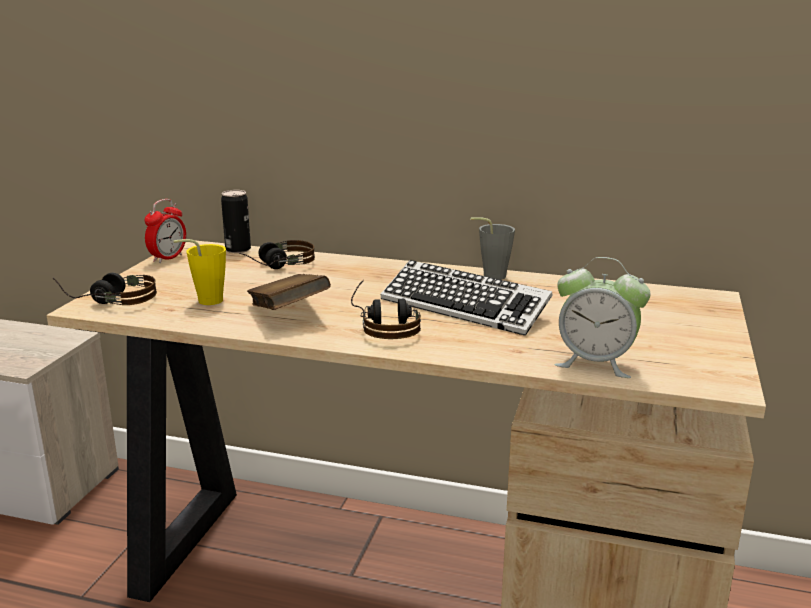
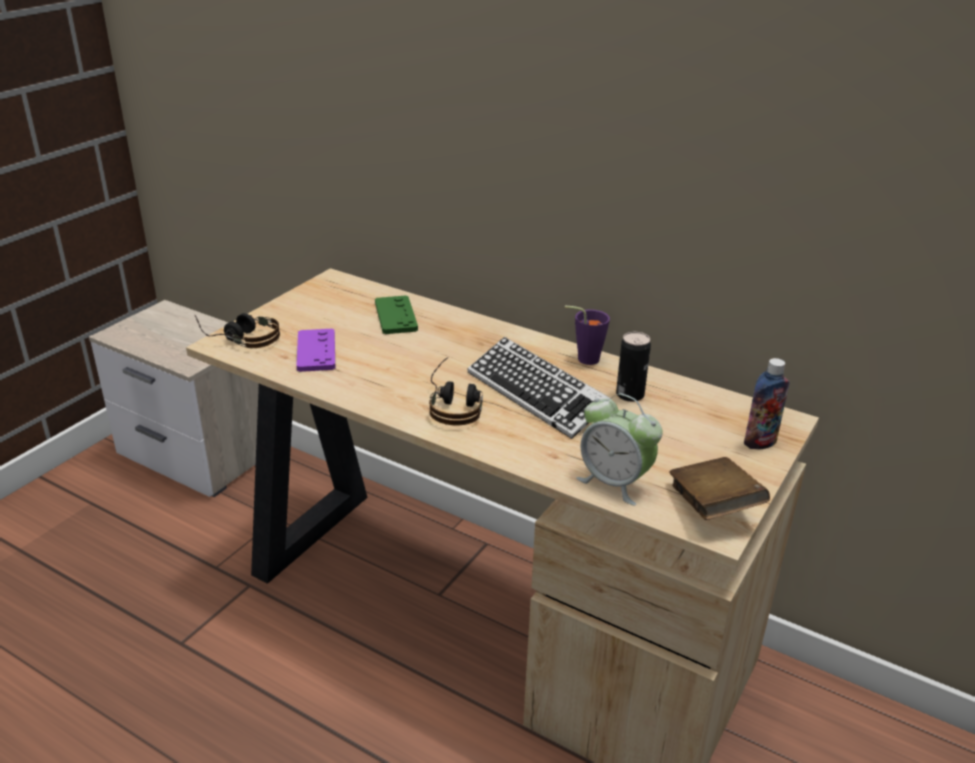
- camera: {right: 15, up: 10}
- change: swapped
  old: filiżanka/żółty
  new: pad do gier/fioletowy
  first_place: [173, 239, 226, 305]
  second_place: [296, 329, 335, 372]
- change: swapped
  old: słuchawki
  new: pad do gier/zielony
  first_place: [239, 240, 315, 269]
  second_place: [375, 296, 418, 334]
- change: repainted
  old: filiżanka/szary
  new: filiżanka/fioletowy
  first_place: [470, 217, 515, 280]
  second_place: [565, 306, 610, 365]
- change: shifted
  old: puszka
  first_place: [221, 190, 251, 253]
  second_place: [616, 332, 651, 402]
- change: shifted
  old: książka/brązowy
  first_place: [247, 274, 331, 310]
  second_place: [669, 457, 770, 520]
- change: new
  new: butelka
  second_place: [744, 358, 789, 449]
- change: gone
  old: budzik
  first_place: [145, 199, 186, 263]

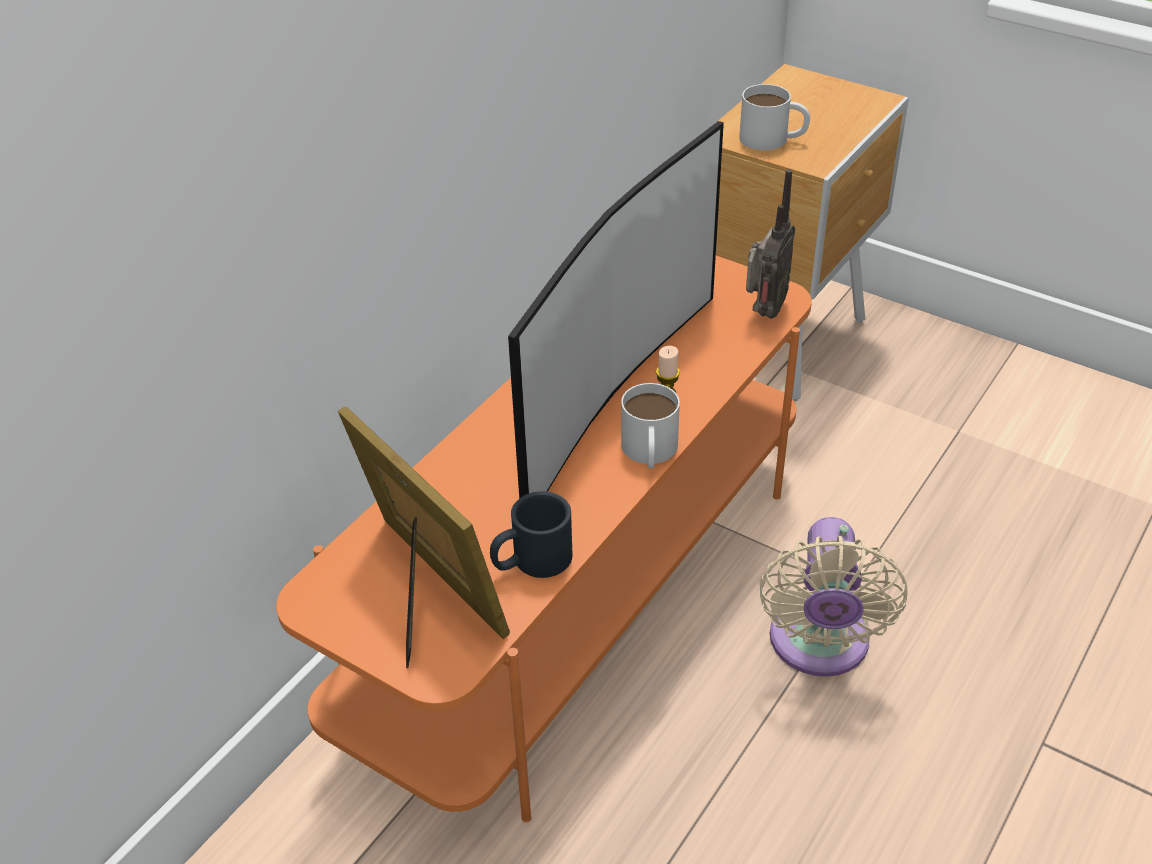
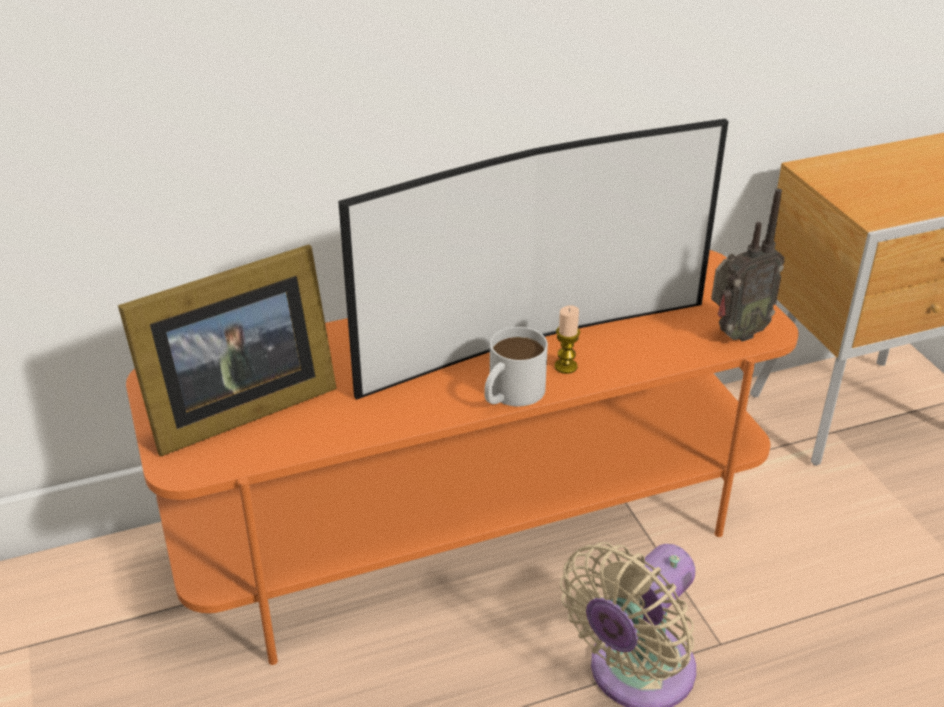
- camera: {right: 35, up: -5}
- change: rotated
  old: ramka na zdjęcie
  first_place: [338, 407, 510, 668]
  second_place: [118, 244, 337, 457]
  degrees: 60
- change: gone
  old: kubek/czarny
  first_place: [490, 491, 573, 578]
- change: gone
  old: kubek/biały
  first_place: [739, 84, 810, 150]

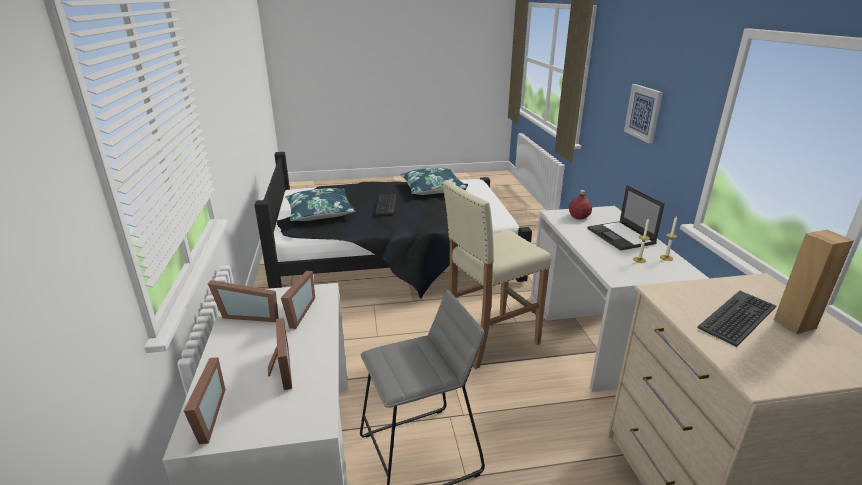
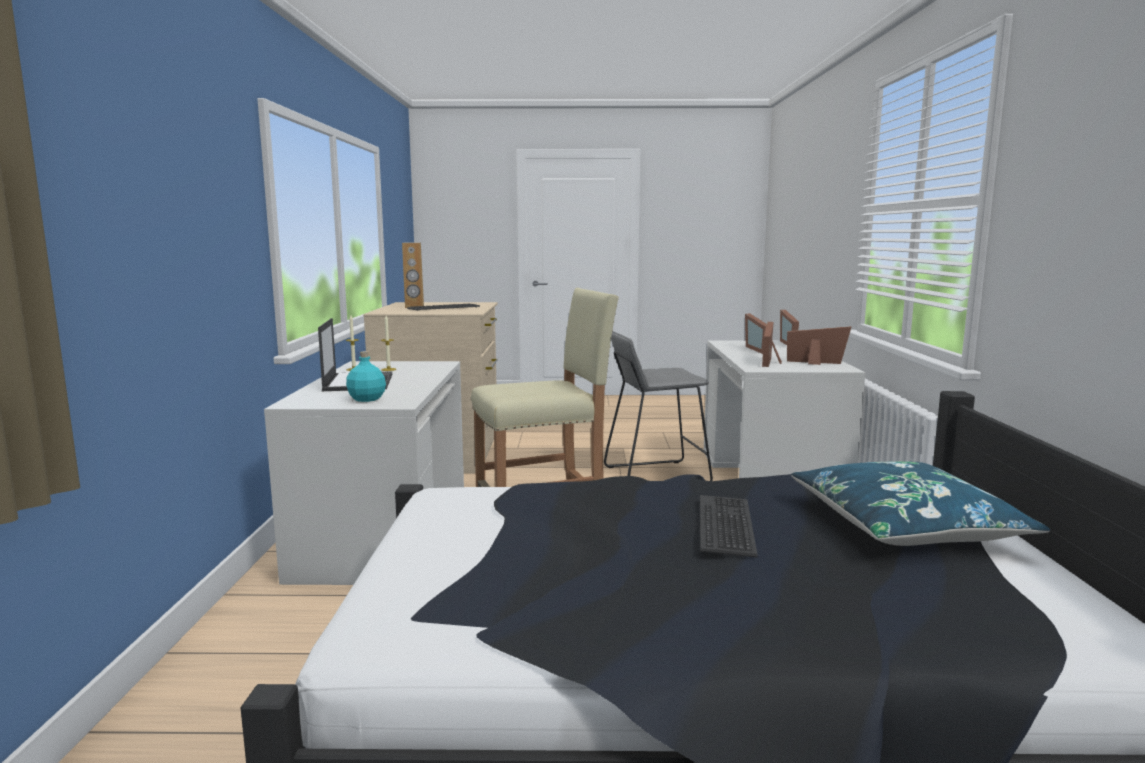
- camera: {right: -170, up: -15}
- change: repainted
  old: butelka/czerwony
  new: butelka/turkusowy
  first_place: [569, 190, 592, 219]
  second_place: [346, 351, 386, 402]
- change: gone
  old: poduszka/niebieski
  first_place: [400, 168, 467, 195]
- change: gone
  old: obraz
  first_place: [624, 84, 663, 144]

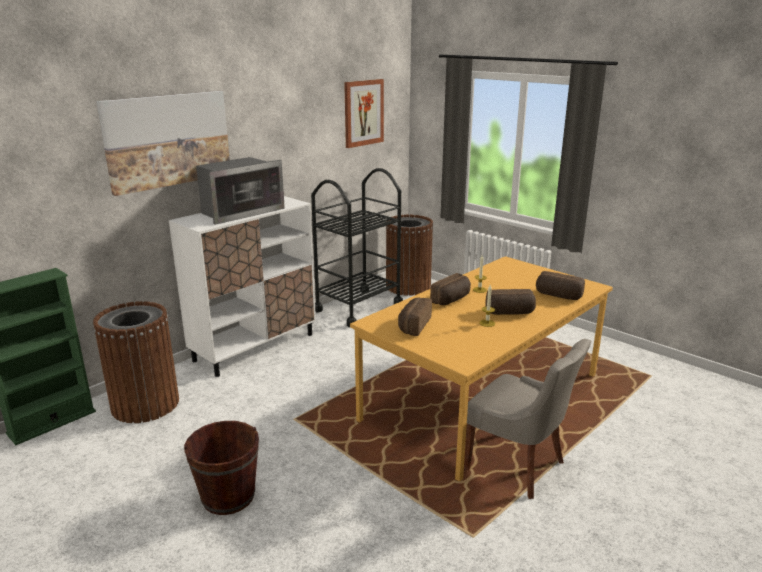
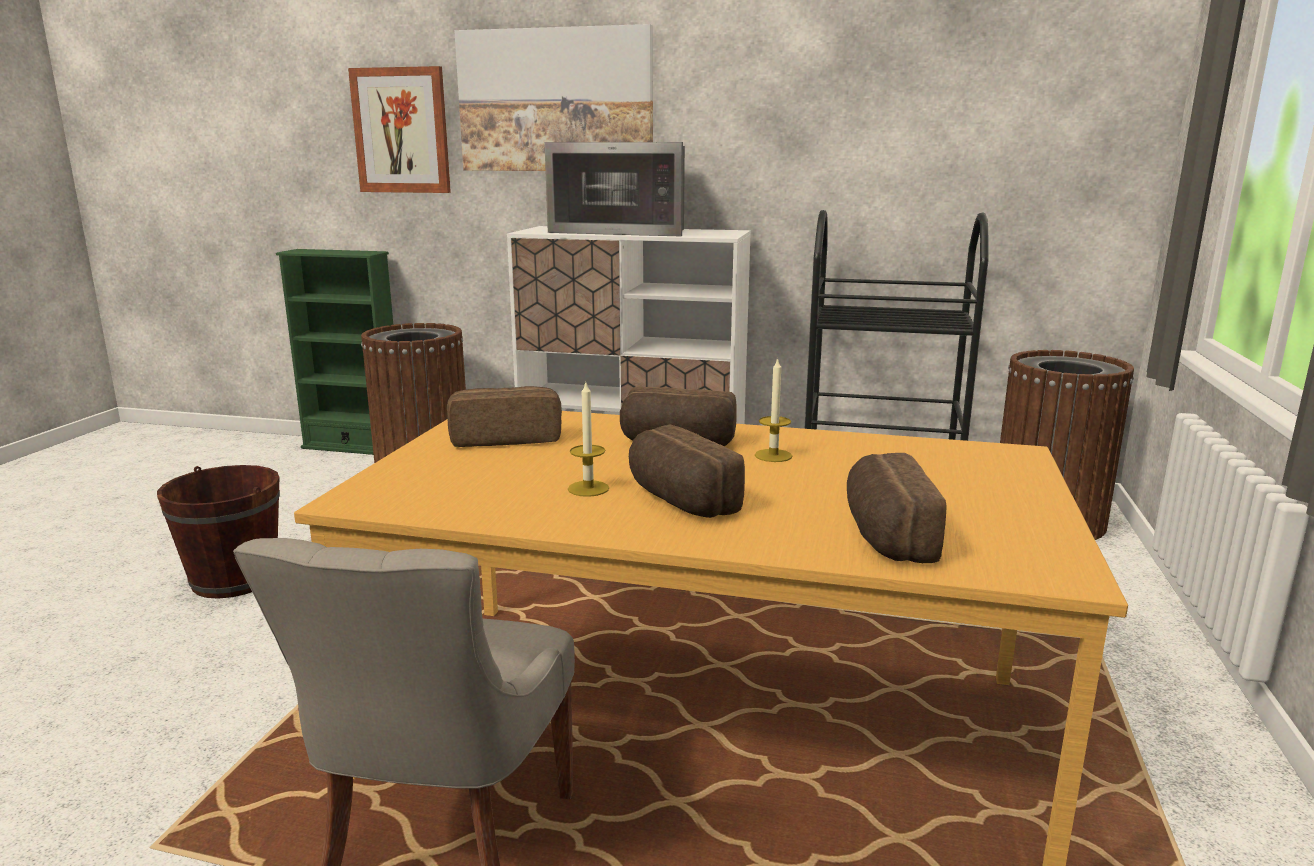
- camera: {right: 60, up: -5}
- change: shifted
  old: obraz
  first_place: [344, 79, 384, 148]
  second_place: [348, 66, 451, 193]

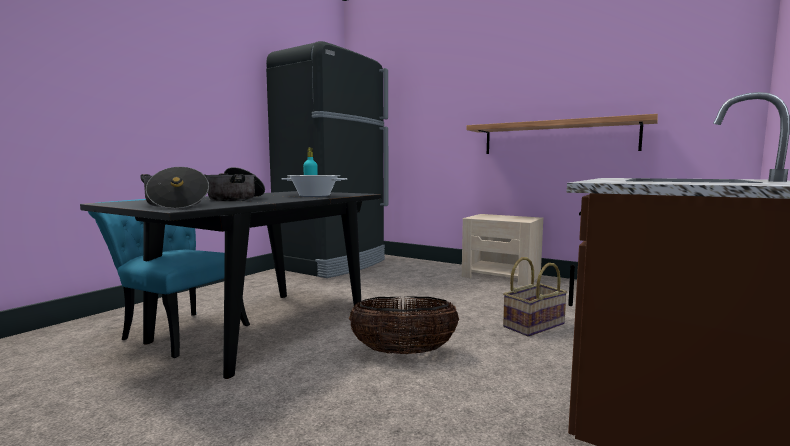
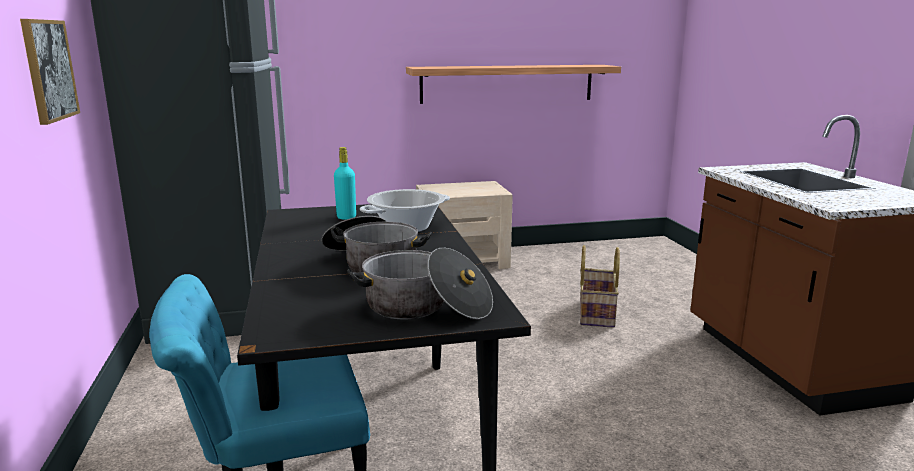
- camera: {right: -45, up: 10}
- change: new
  new: obraz
  second_place: [20, 19, 80, 125]
- change: gone
  old: koszyk
  first_place: [349, 296, 459, 354]

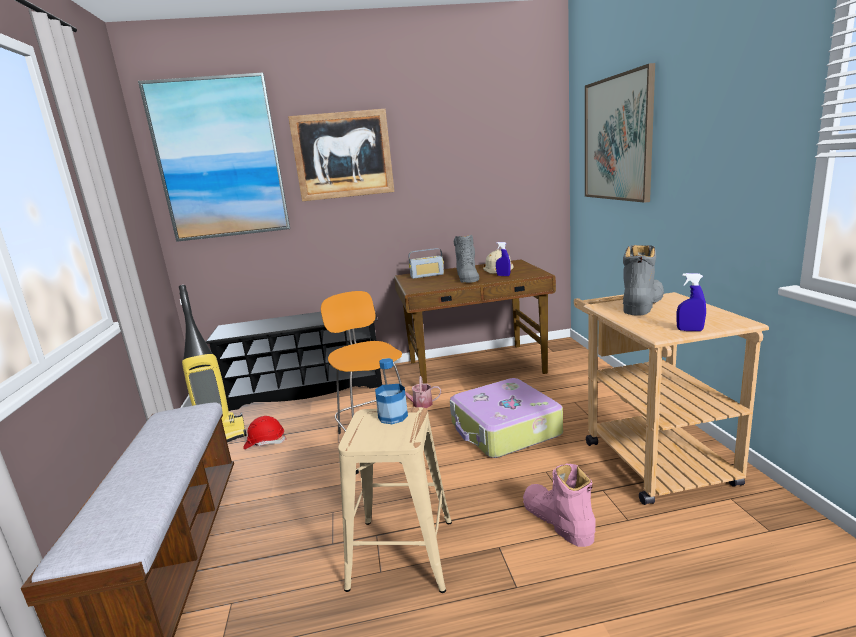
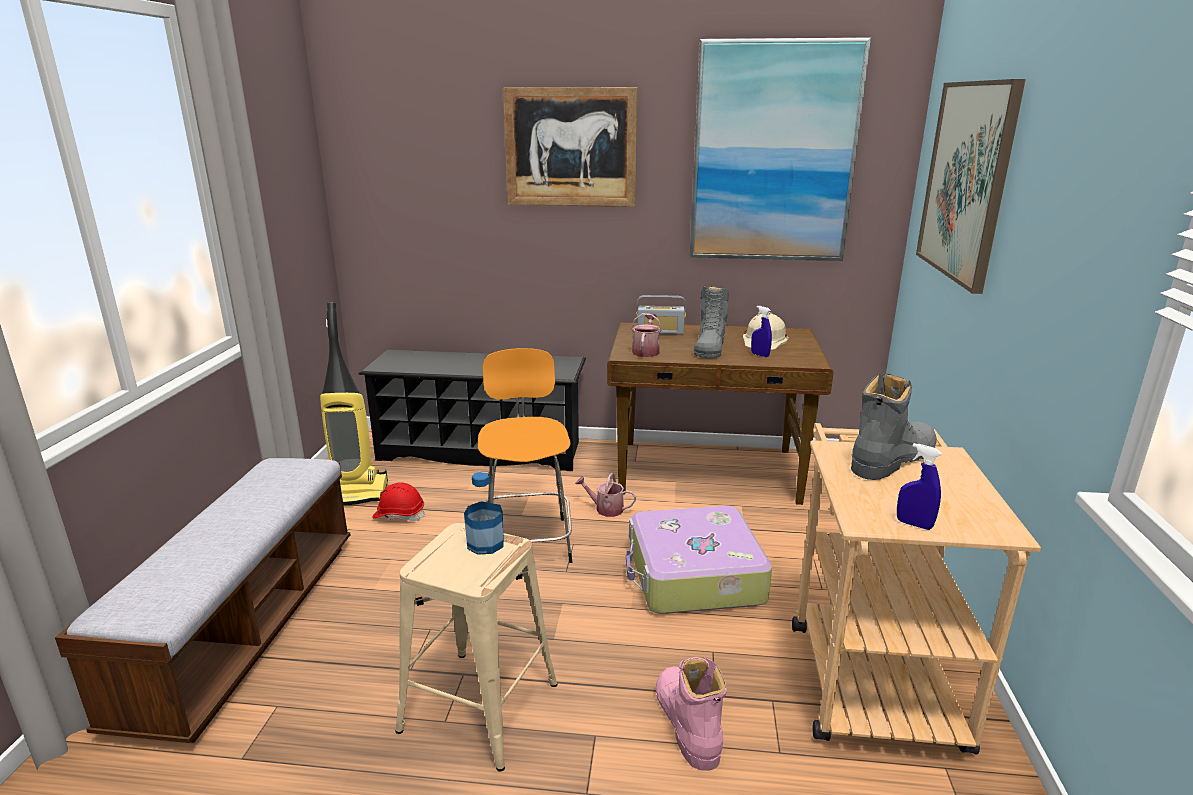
- camera: {right: 15, up: 5}
- change: new
  new: konewka
  second_place: [631, 313, 662, 357]
- change: shifted
  old: obraz
  first_place: [138, 72, 290, 242]
  second_place: [690, 38, 871, 261]

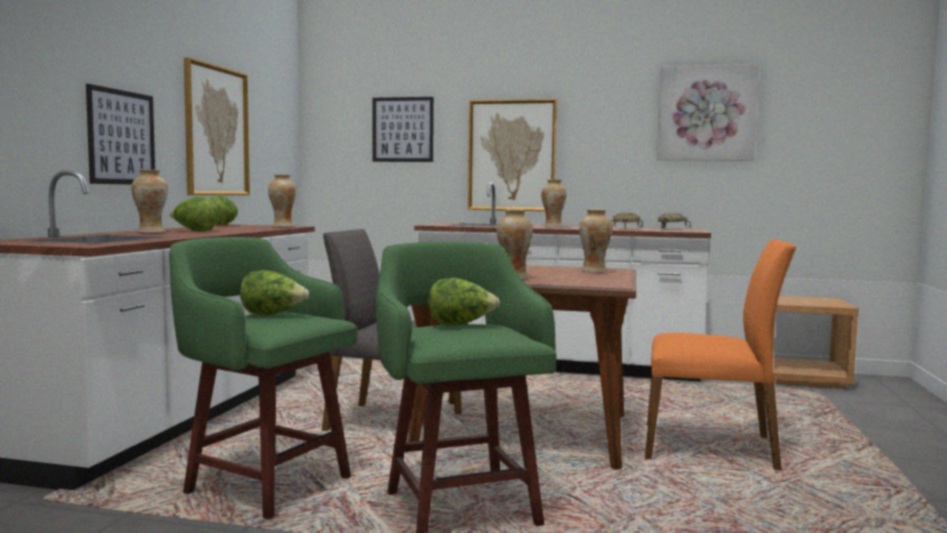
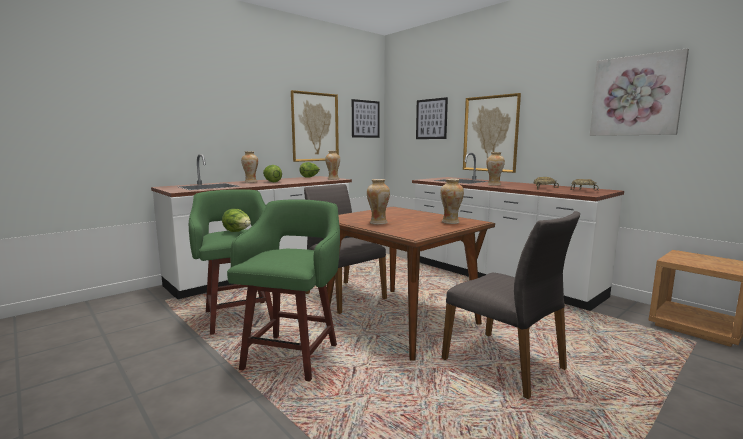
- camera: {right: 35, up: 5}
- change: shifted
  old: obraz
  first_place: [86, 84, 155, 185]
  second_place: [352, 99, 380, 138]
- change: repainted
  old: krzesło/pomarańczowy
  new: krzesło/szary
  first_place: [645, 239, 796, 470]
  second_place: [442, 211, 580, 399]
- change: gone
  old: sałata
  first_place: [428, 278, 500, 326]

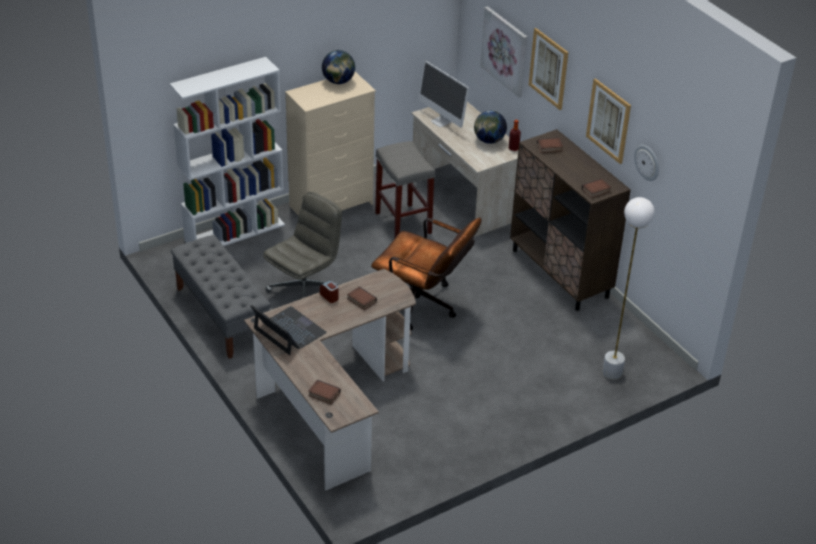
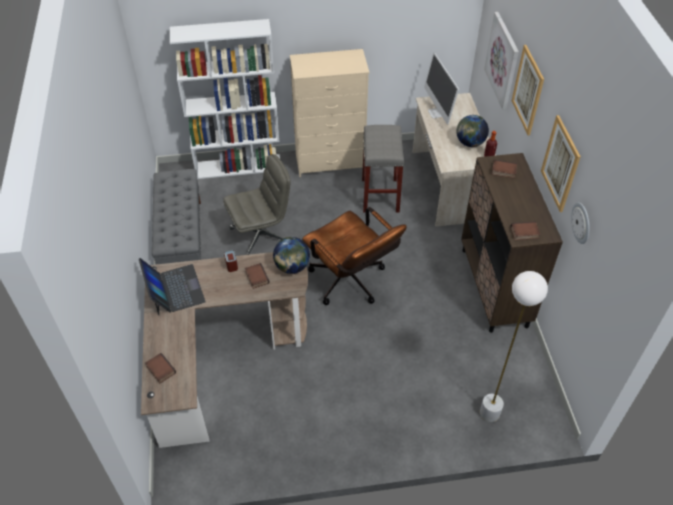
- camera: {right: 25, up: 10}
- change: shifted
  old: globus
  first_place: [322, 50, 355, 84]
  second_place: [273, 237, 310, 274]

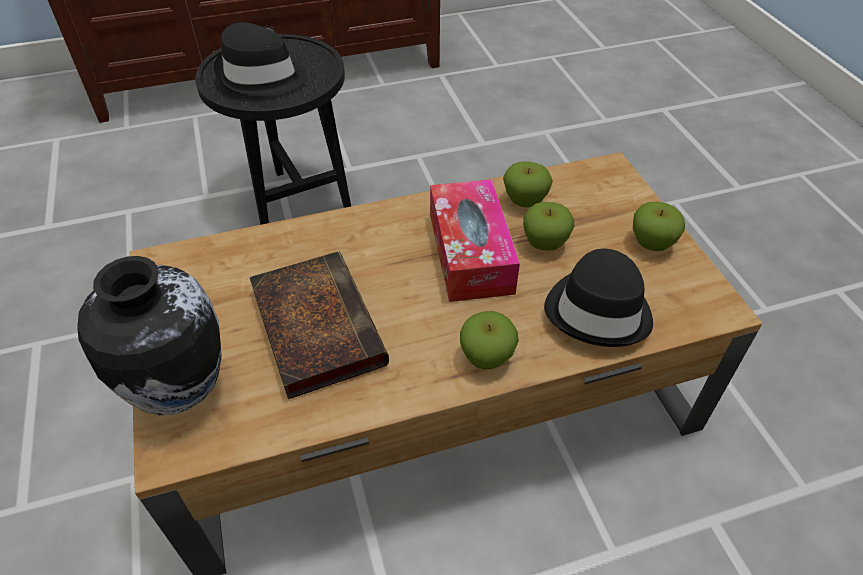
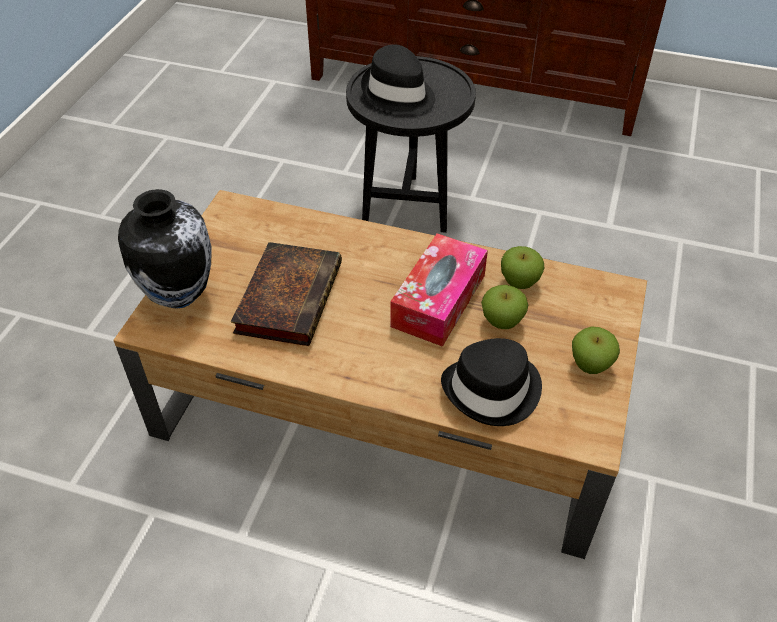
- camera: {right: 35, up: 0}
- change: gone
  old: jabłko
  first_place: [460, 311, 519, 369]

